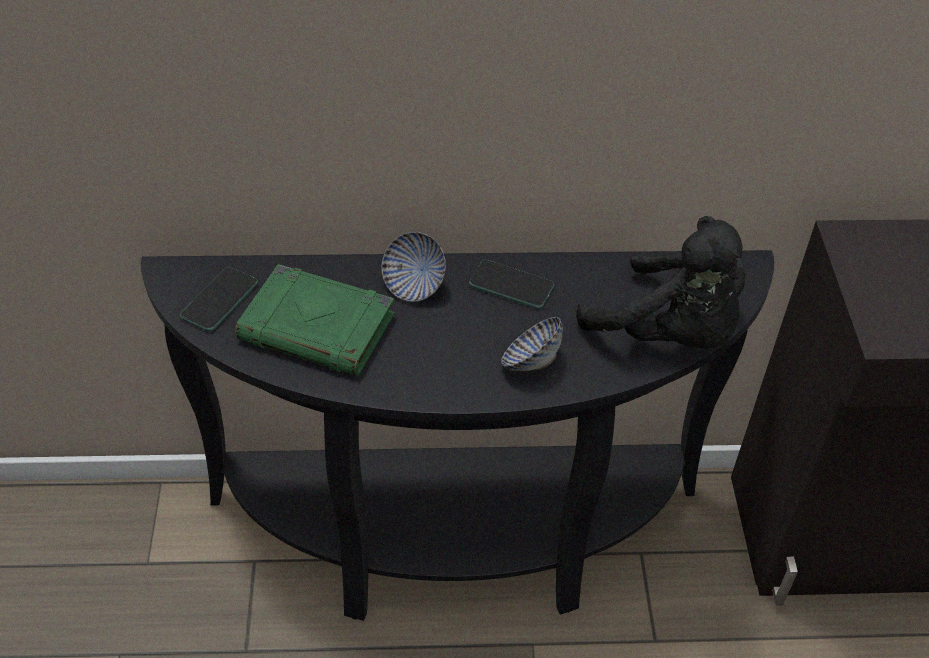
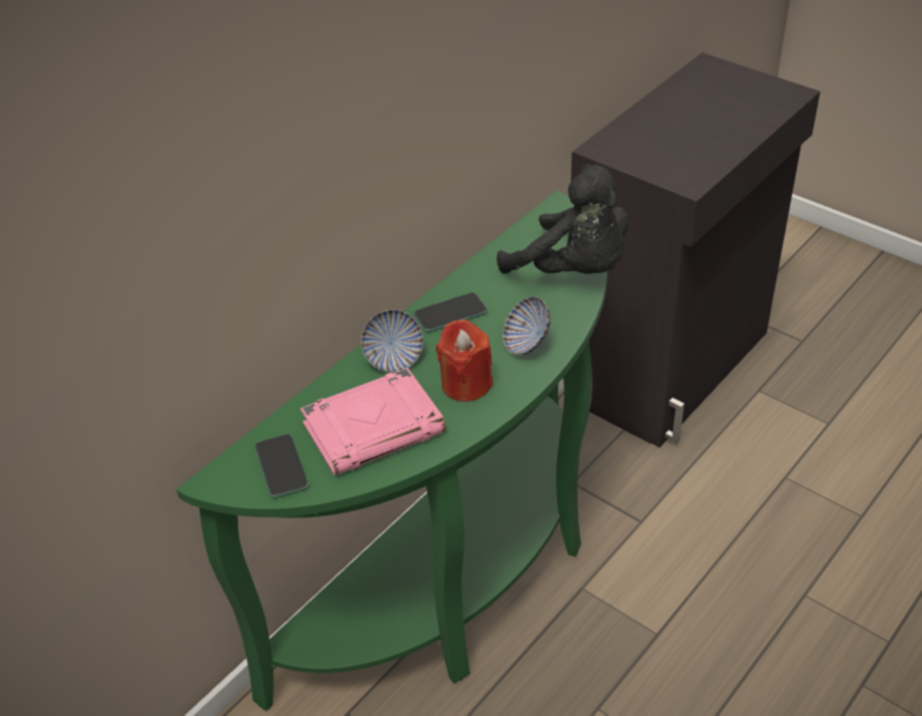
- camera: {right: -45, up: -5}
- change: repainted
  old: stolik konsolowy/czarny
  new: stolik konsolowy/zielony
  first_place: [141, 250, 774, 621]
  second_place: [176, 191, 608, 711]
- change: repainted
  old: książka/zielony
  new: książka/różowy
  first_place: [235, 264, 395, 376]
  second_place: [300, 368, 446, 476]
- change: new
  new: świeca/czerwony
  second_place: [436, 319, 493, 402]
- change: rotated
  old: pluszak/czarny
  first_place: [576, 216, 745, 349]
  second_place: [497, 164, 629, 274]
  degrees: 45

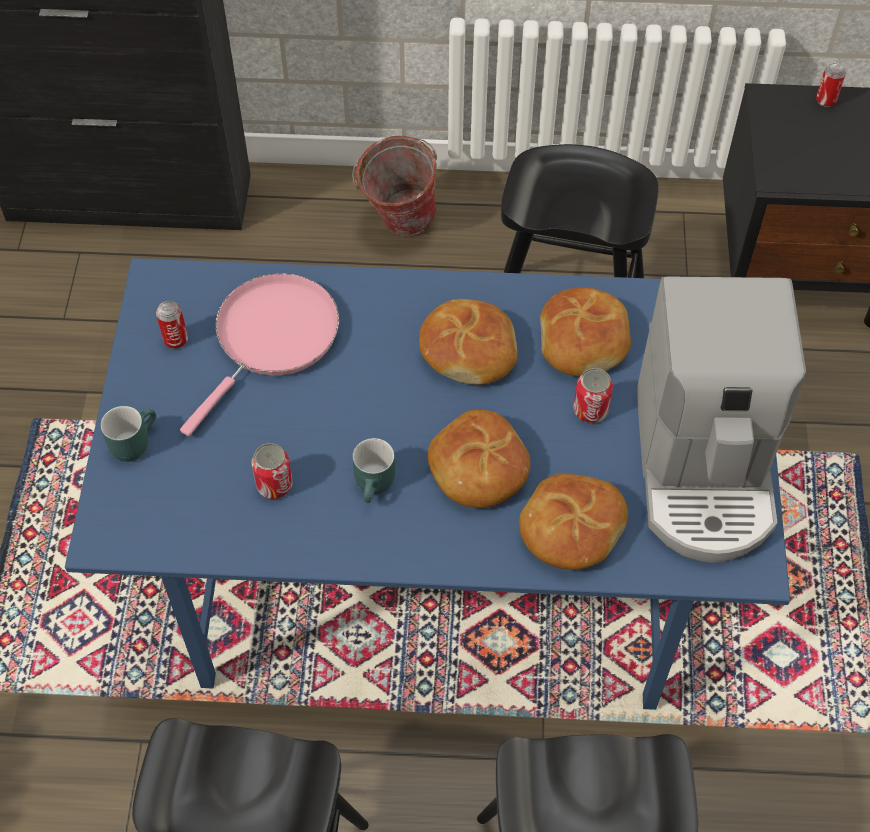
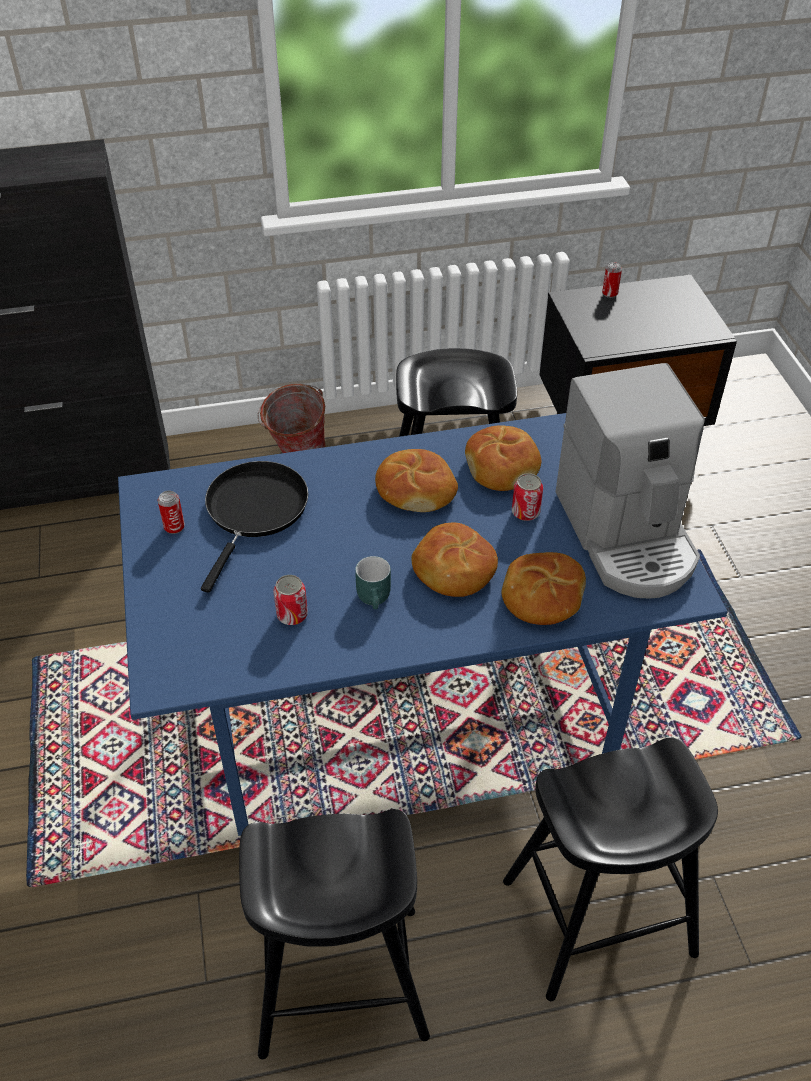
- camera: {right: -15, up: -10}
- change: repainted
  old: patelnia/różowy
  new: patelnia/czarny
  first_place: [180, 273, 339, 436]
  second_place: [201, 461, 308, 593]
- change: gone
  old: kubek/turkusowy
  first_place: [100, 406, 156, 462]

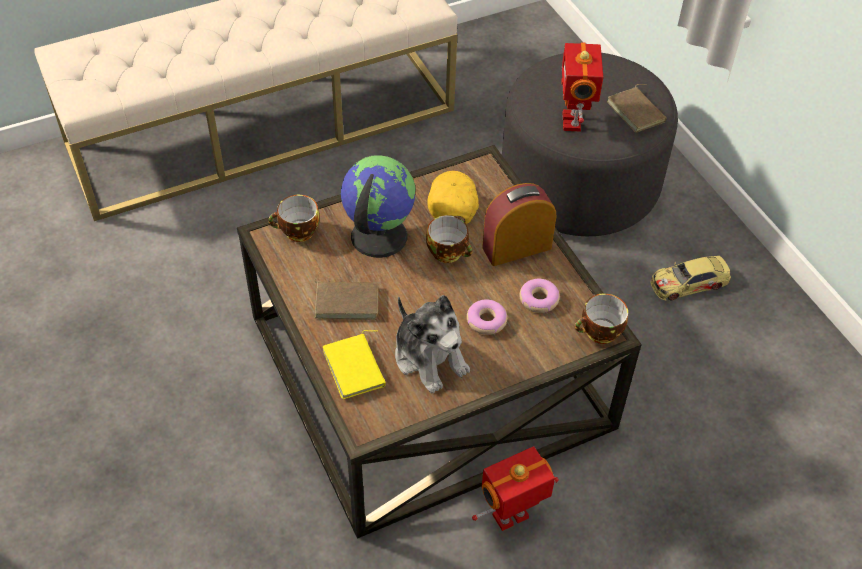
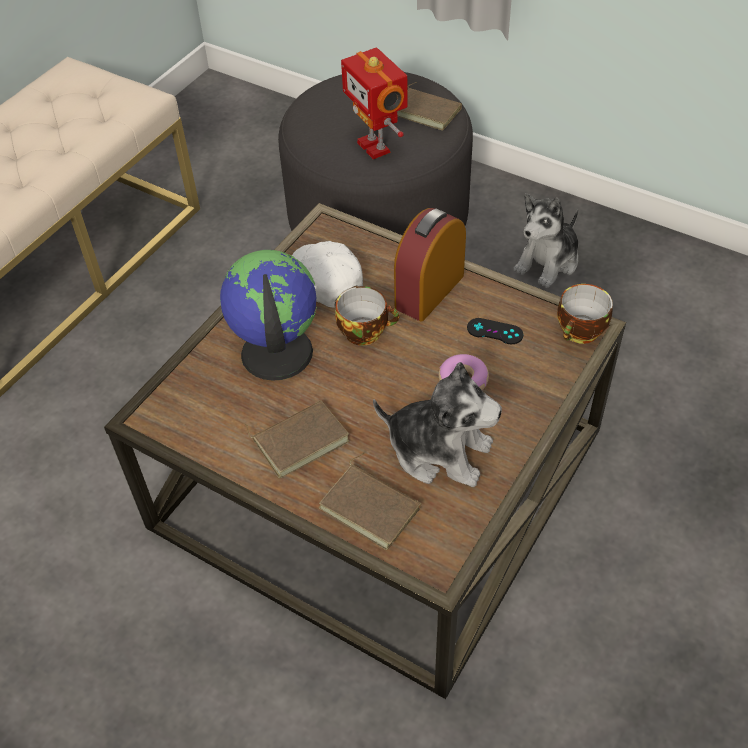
- camera: {right: -30, up: 0}
- change: repainted
  old: czapka z daszkiem/żółty
  new: czapka z daszkiem/biały
  first_place: [427, 171, 479, 224]
  second_place: [292, 241, 363, 308]
- change: repainted
  old: książka/żółty
  new: książka/brązowy
  first_place: [322, 330, 386, 399]
  second_place: [319, 452, 421, 550]
- change: swapped
  old: donut
  new: pad do gier/czarny
  first_place: [519, 279, 560, 313]
  second_place: [467, 318, 523, 344]
- change: swapped
  old: samochodzik
  new: pluszak
  first_place: [650, 256, 731, 301]
  second_place: [513, 194, 579, 288]
- change: gone
  old: filiżanka
  first_place: [268, 195, 320, 242]
- change: gone
  old: robot zabawkowy
  first_place: [472, 446, 559, 531]

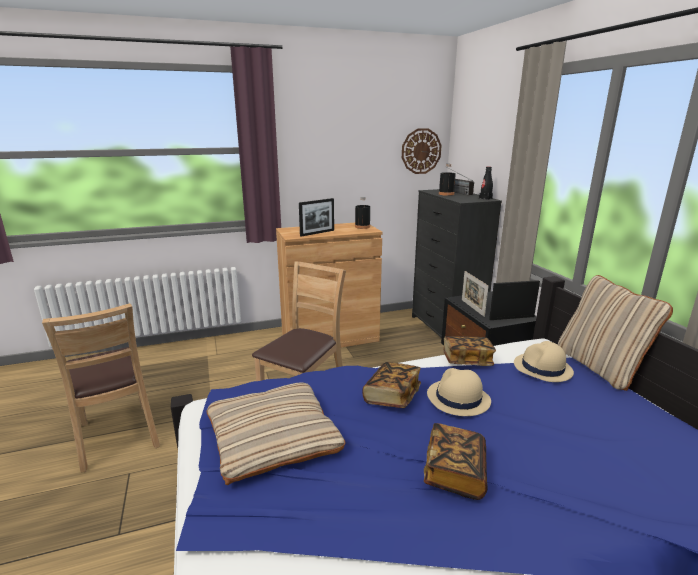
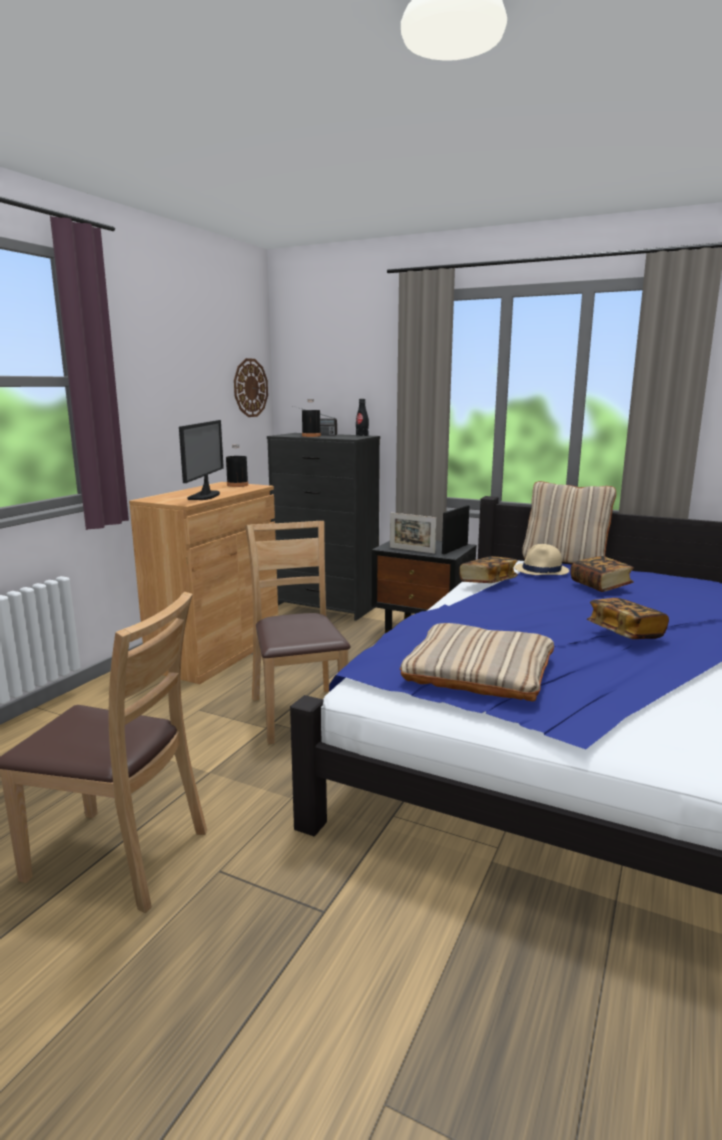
- camera: {right: -45, up: -5}
- change: swapped
  old: ramka na zdjęcie
  new: monitor
  first_place: [299, 198, 334, 237]
  second_place: [179, 420, 224, 500]
- change: shifted
  old: książka
  first_place: [363, 362, 421, 408]
  second_place: [570, 556, 634, 592]
- change: gone
  old: kapelusz/beżowy
  first_place: [427, 368, 491, 416]

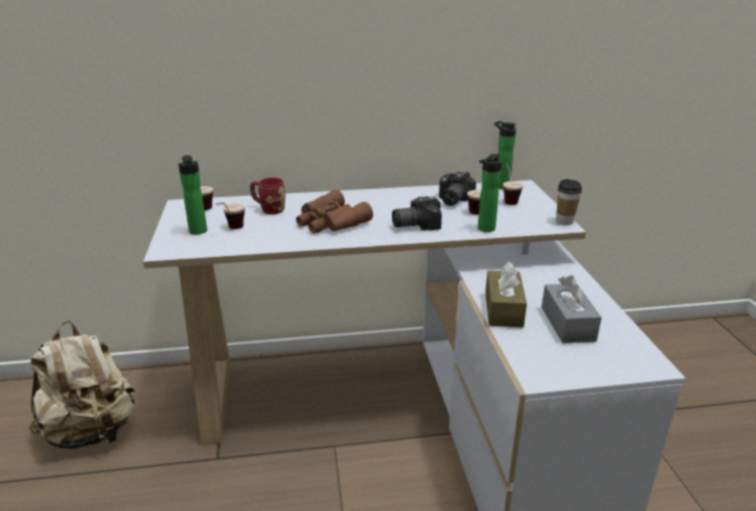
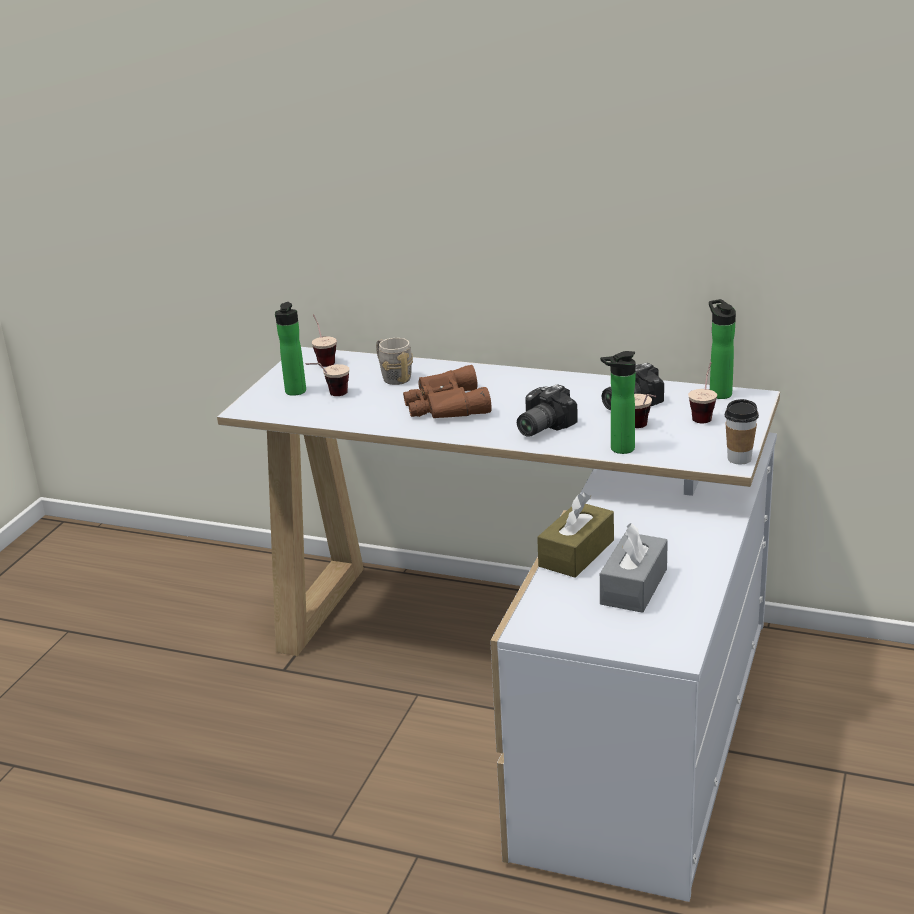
- camera: {right: 30, up: 0}
- change: repainted
  old: kubek/czerwony
  new: kubek/szary
  first_place: [250, 178, 286, 214]
  second_place: [376, 338, 413, 385]
- change: rotated
  old: aparat fotograficzny
  first_place: [392, 196, 442, 230]
  second_place: [517, 384, 578, 437]
  degrees: -60
- change: gone
  old: plecak/beżowy
  first_place: [29, 321, 135, 449]

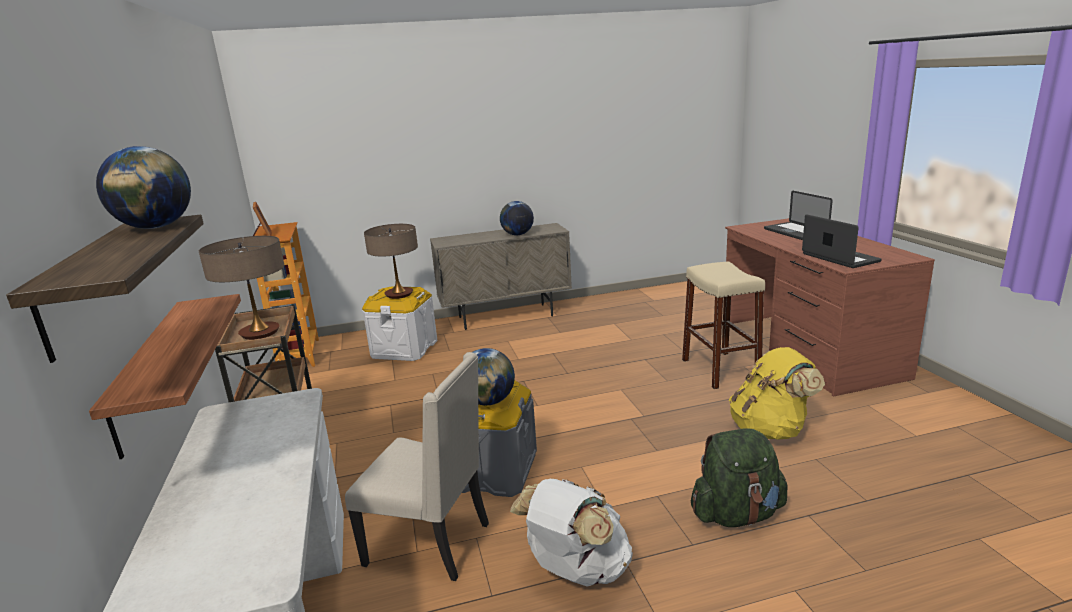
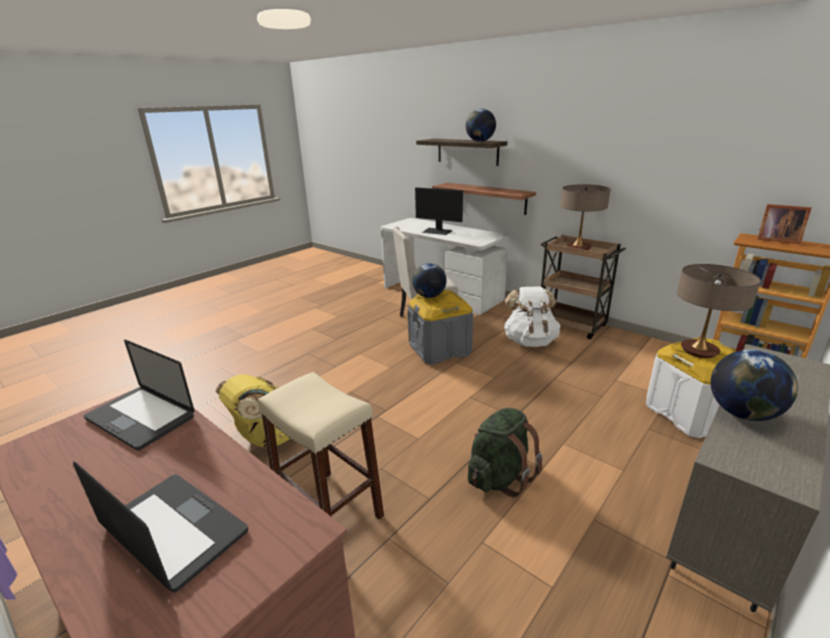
- camera: {right: 145, up: 5}
- change: new
  new: monitor
  second_place: [415, 187, 463, 235]
- change: shifted
  old: plecak/zielony
  first_place: [691, 428, 788, 527]
  second_place: [468, 408, 543, 497]
- change: shifted
  old: plecak/biały
  first_place: [510, 479, 633, 587]
  second_place: [503, 287, 560, 347]

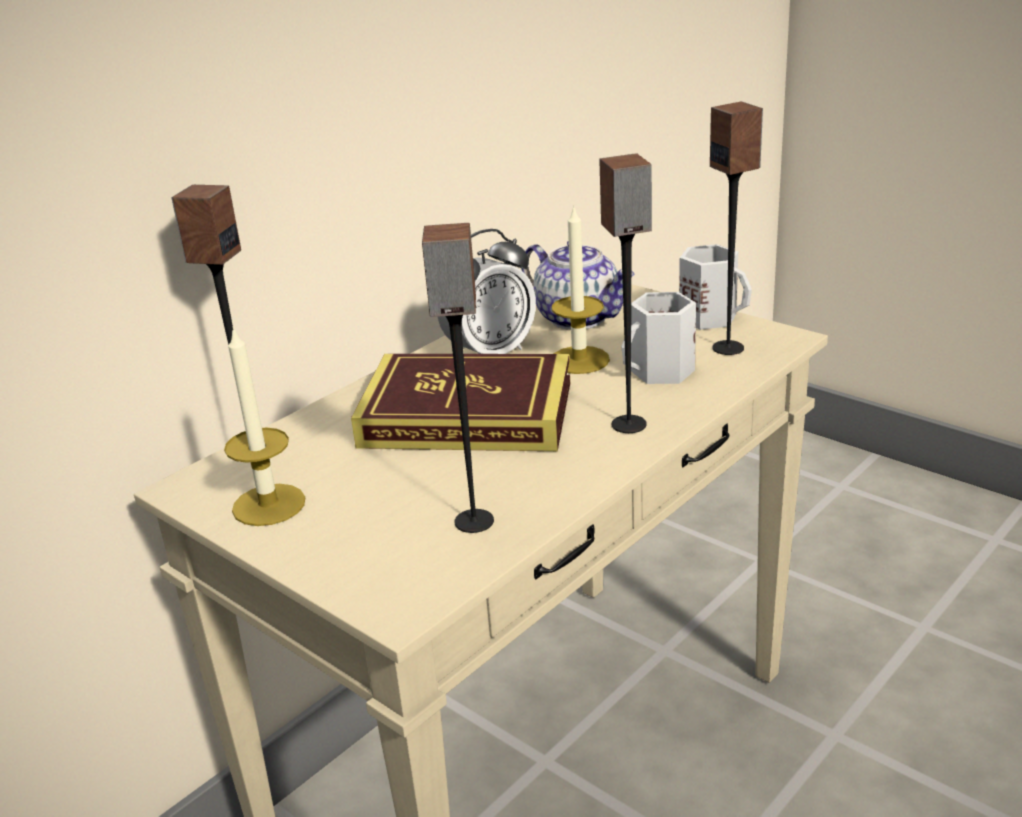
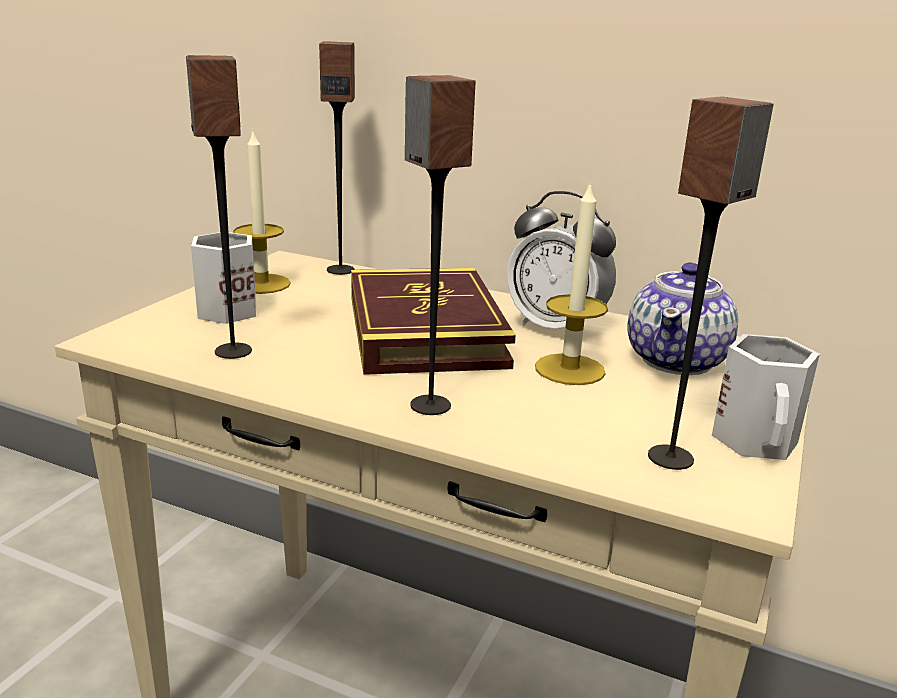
- camera: {right: 70, up: -5}
- change: shifted
  old: kubek/biały
  first_place: [622, 292, 696, 384]
  second_place: [191, 232, 256, 324]

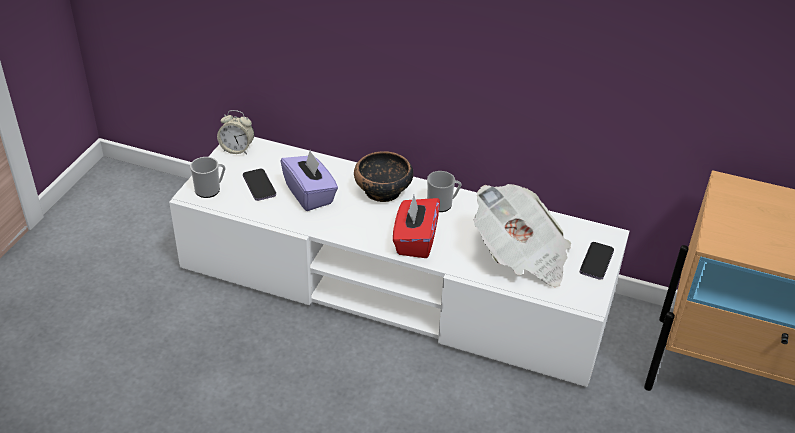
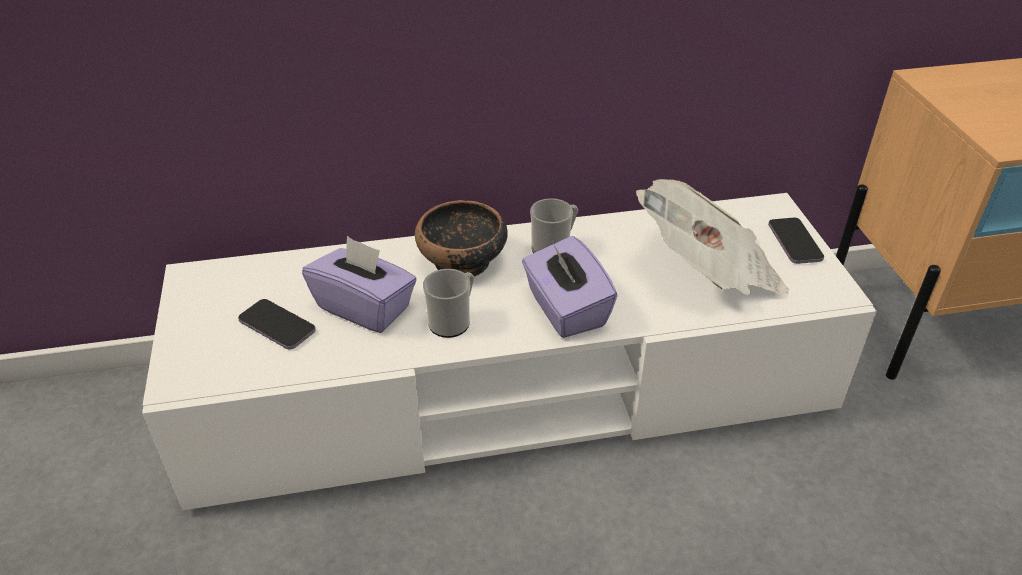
- camera: {right: -30, up: 0}
- change: shifted
  old: kubek
  first_place: [190, 157, 225, 198]
  second_place: [423, 269, 474, 338]
- change: repainted
  old: pudełko chusteczek/czerwony
  new: pudełko chusteczek/fioletowy
  first_place: [393, 195, 440, 258]
  second_place: [522, 236, 618, 338]
- change: gone
  old: budzik
  first_place: [217, 110, 254, 155]

